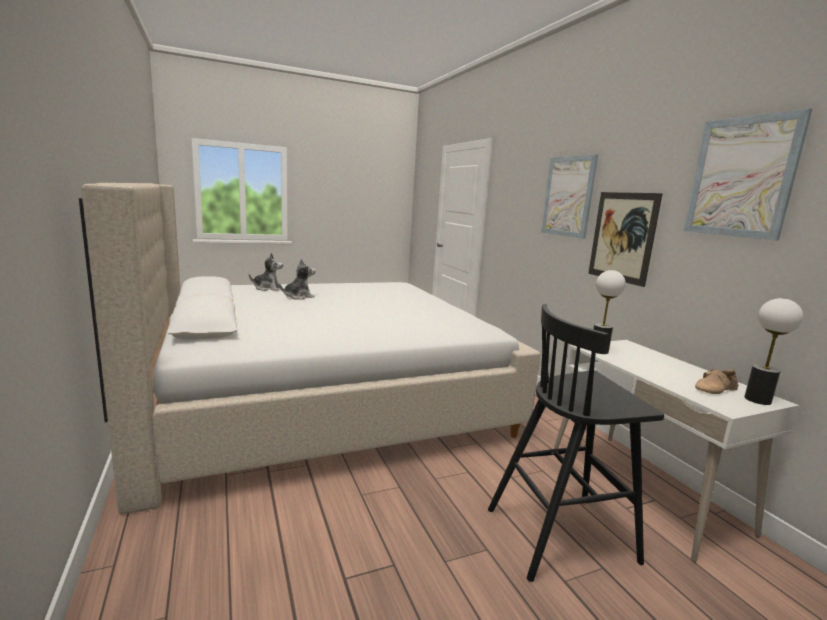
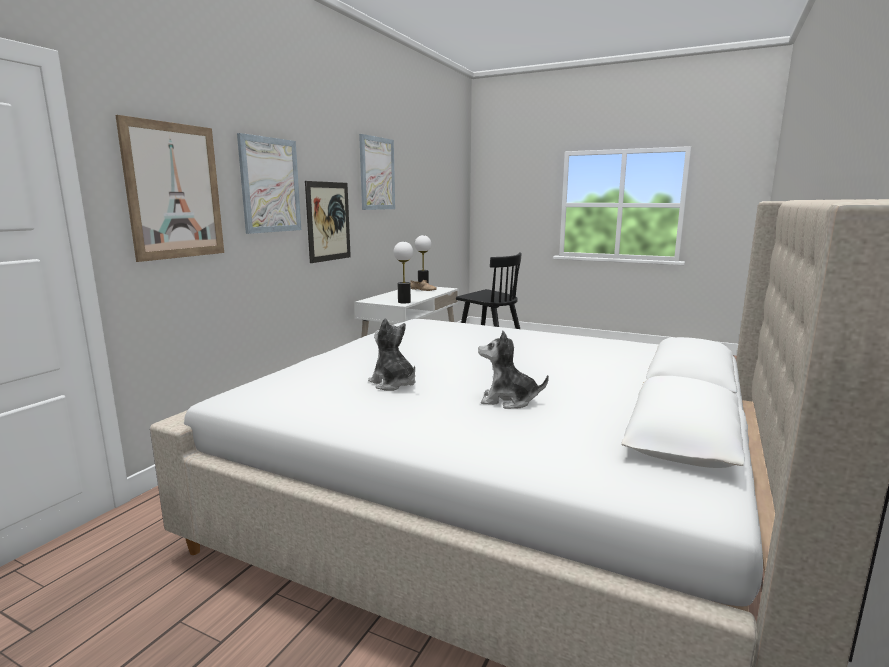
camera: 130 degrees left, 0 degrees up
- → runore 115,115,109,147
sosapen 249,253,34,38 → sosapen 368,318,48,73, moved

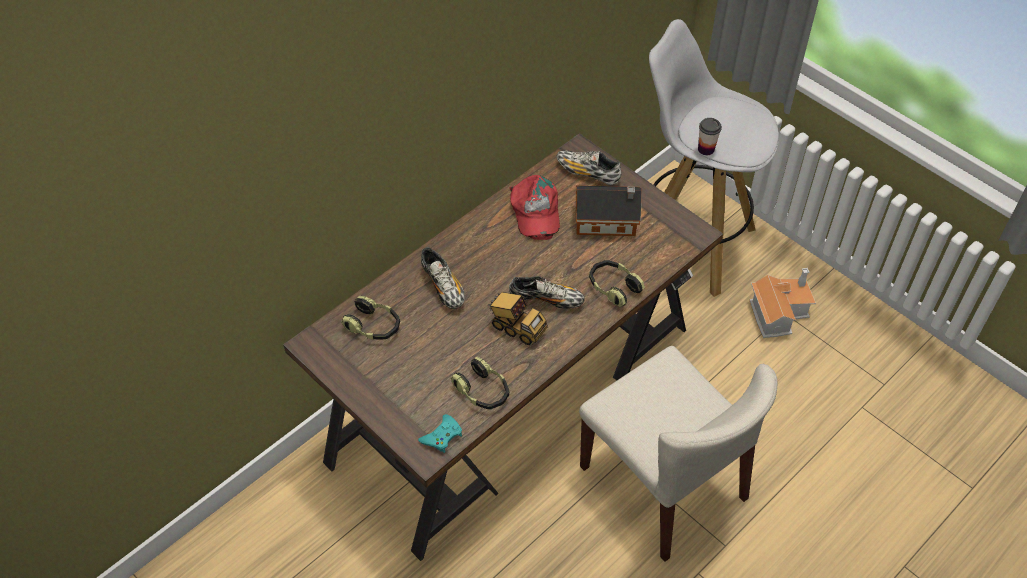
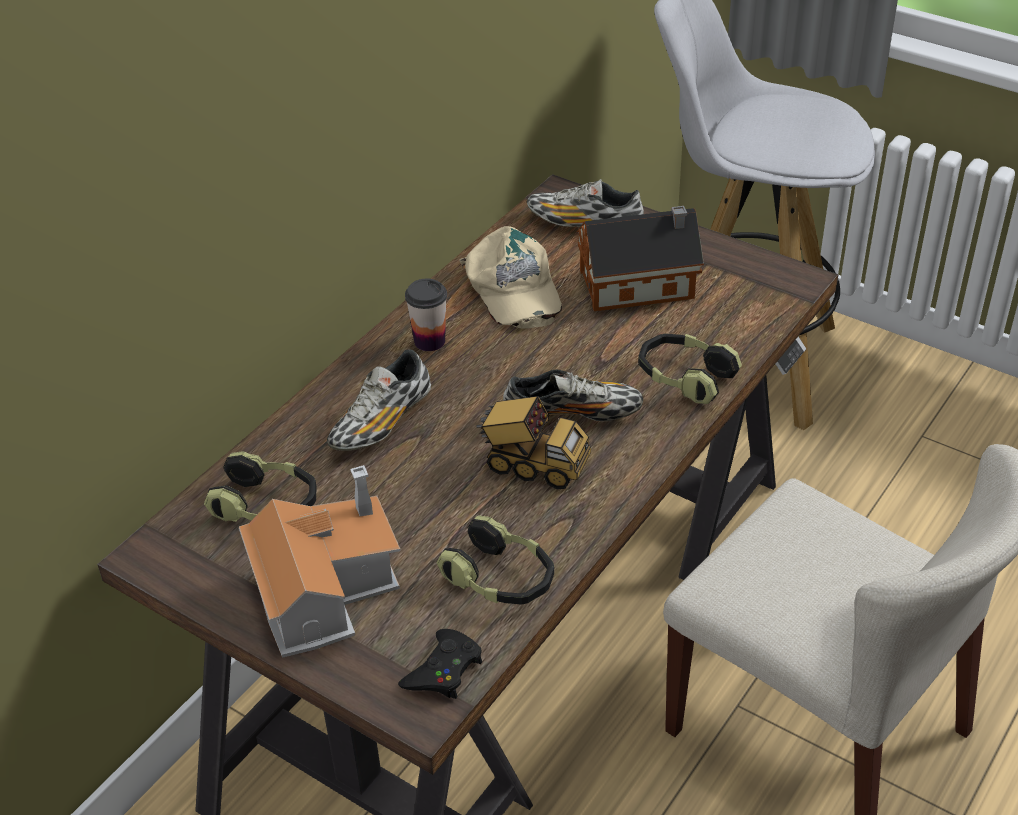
camera: 10 degrees left, 10 degrees down
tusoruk 698,118,24,37 → tusoruk 405,278,42,73, moved
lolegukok 750,268,66,70 → lolegukok 239,465,161,193, moved
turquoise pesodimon 418,414,44,39 → black pesodimon 398,629,84,70
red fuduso 510,175,50,65 → beige fuduso 459,226,103,103
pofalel 421,247,44,62 → pofalel 327,350,104,101, 75 degrees clockwise

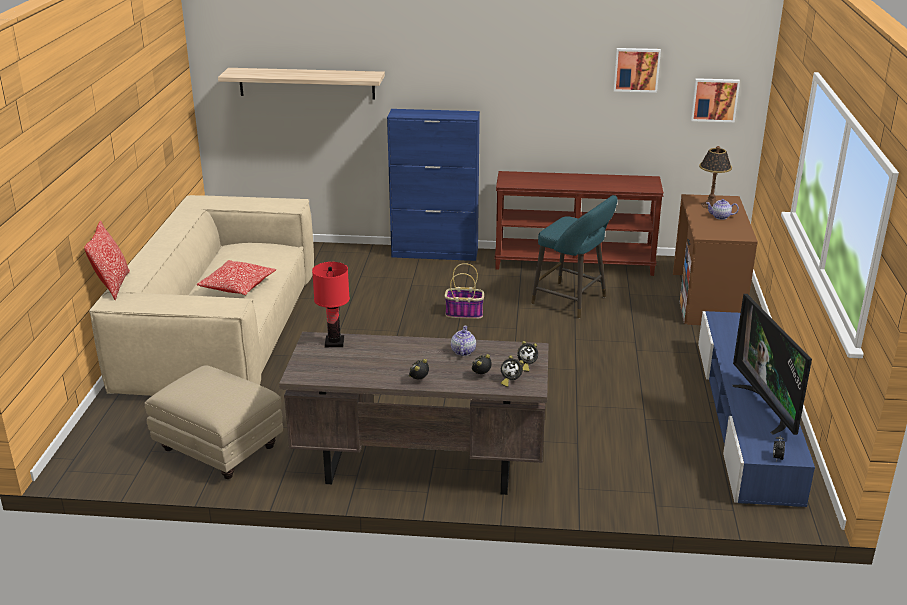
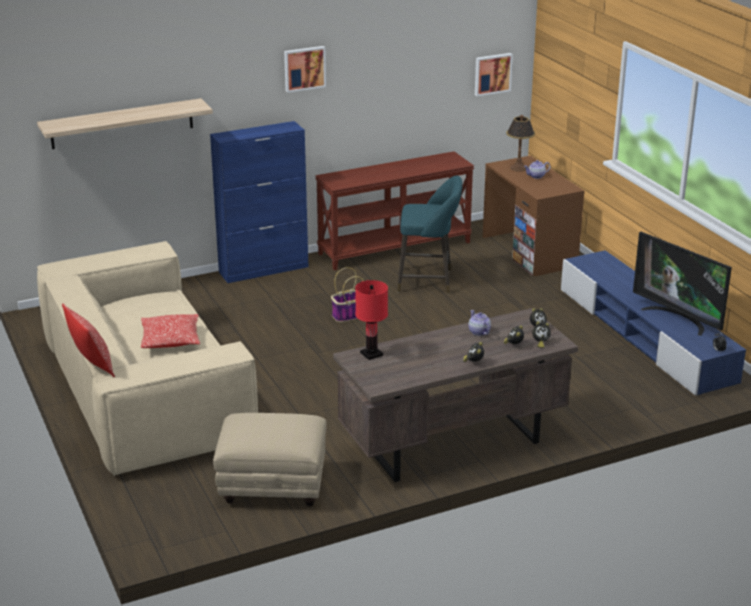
camera: 30 degrees left, 0 degrees up
runore 614,48,47,45 → runore 284,46,42,47, moved

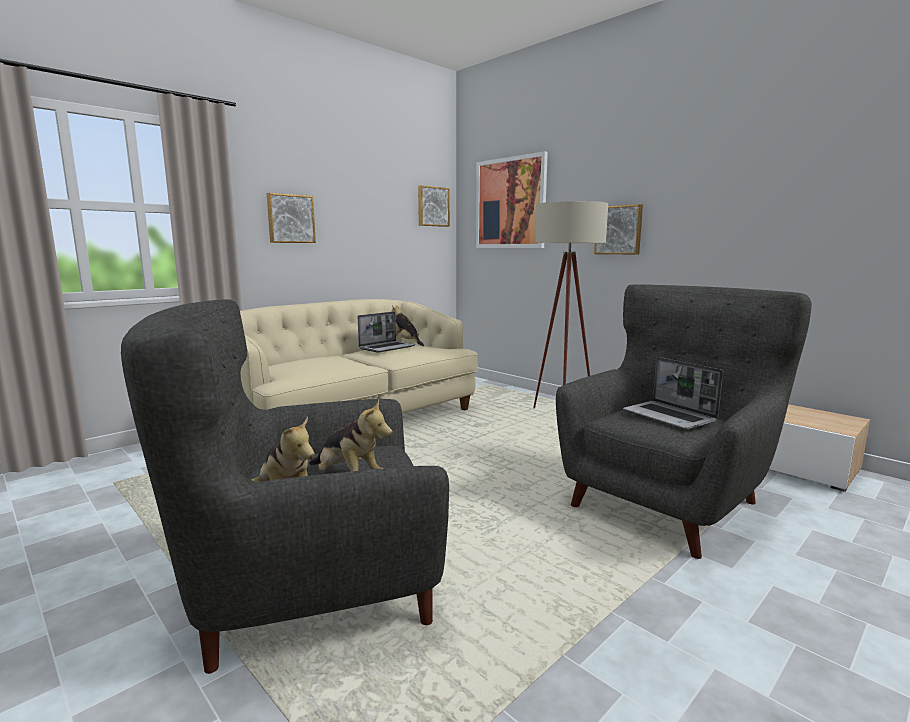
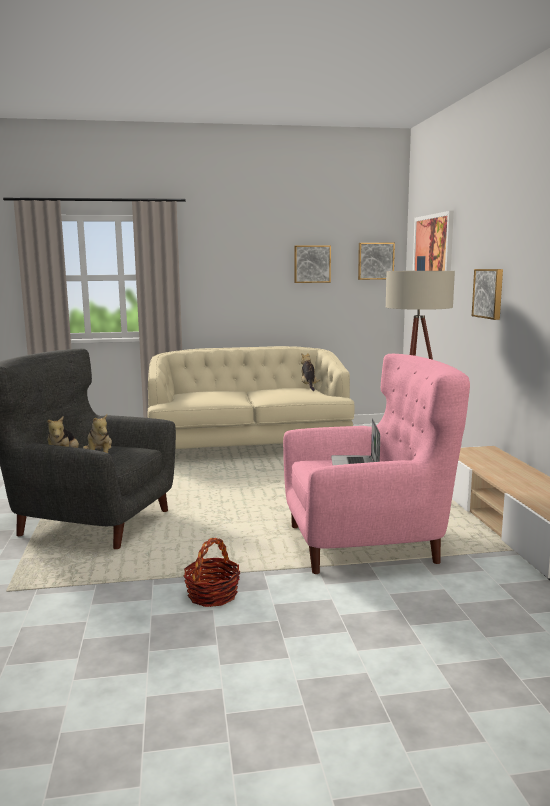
camera: 35 degrees right, 0 degrees up
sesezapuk 358,312,57,41 → -
- → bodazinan 184,538,56,69
runore 267,193,49,50 → runore 294,245,37,38, moved
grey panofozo 556,284,256,275 → pink panofozo 283,354,187,220

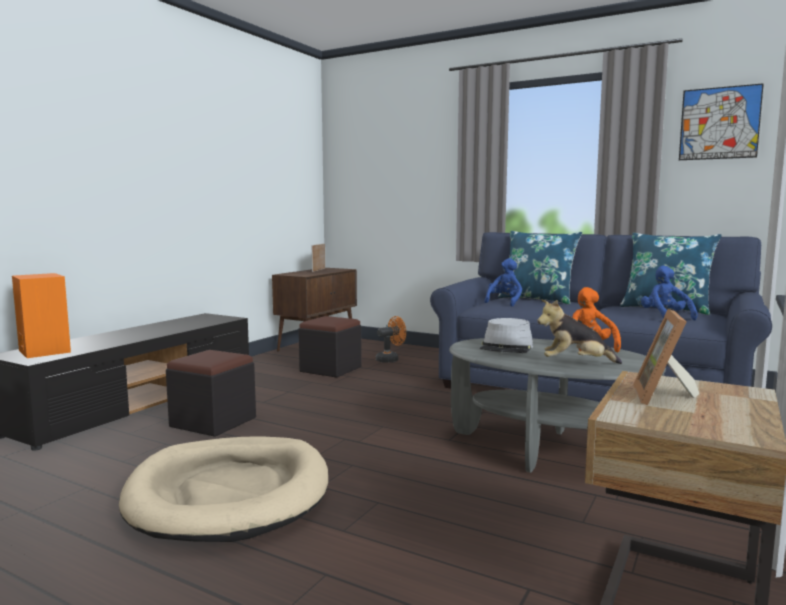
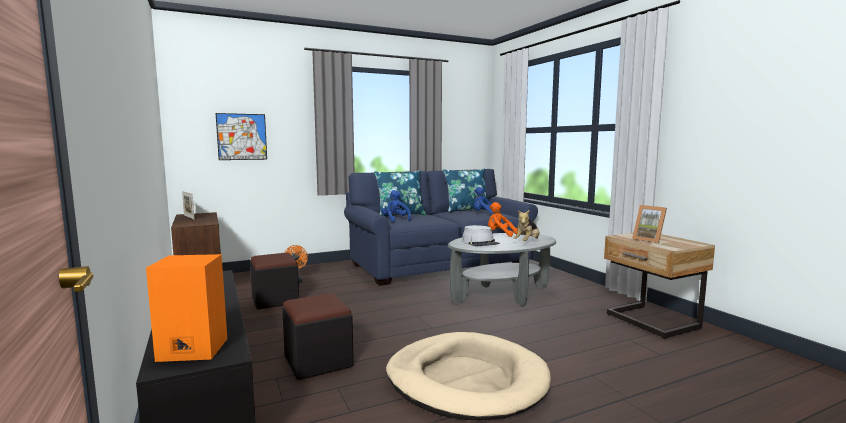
camera: 55 degrees left, 0 degrees up
runore 679,83,85,77 → runore 216,113,51,47, moved

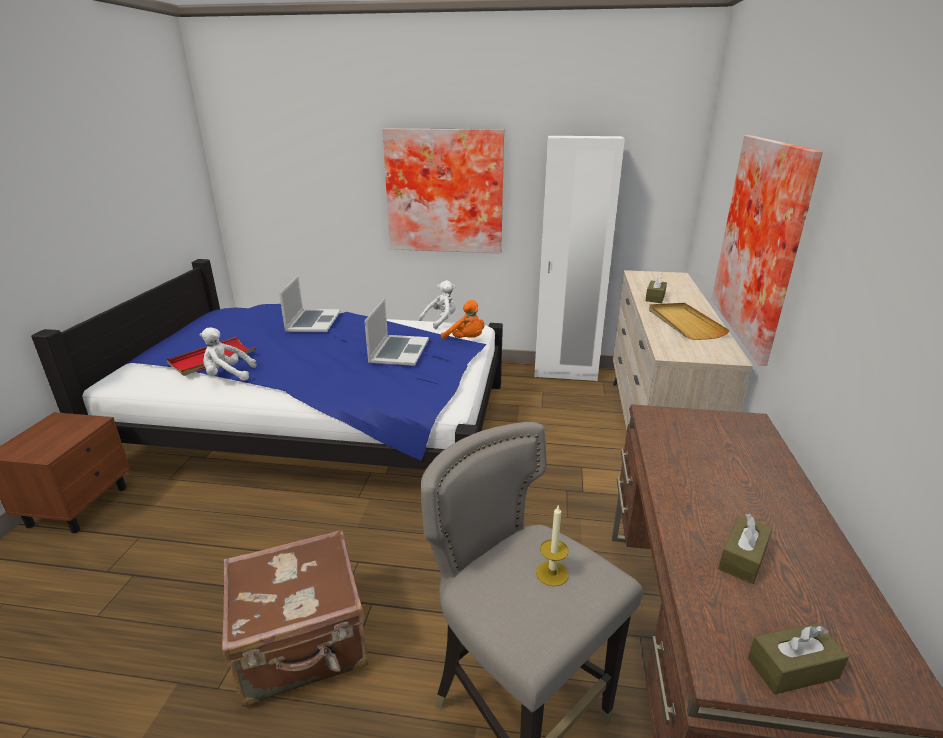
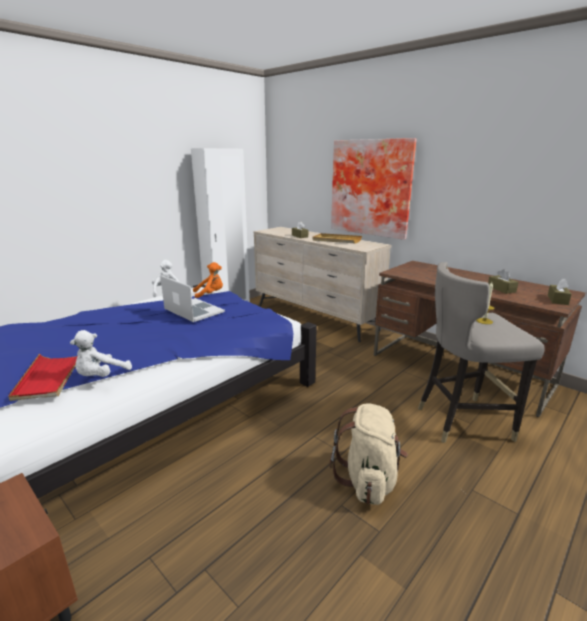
camera: 55 degrees left, 5 degrees down
sesezapuk 279,276,62,56 → -
runore 382,128,122,125 → -
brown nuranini 222,529,146,178 → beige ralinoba 329,404,79,101

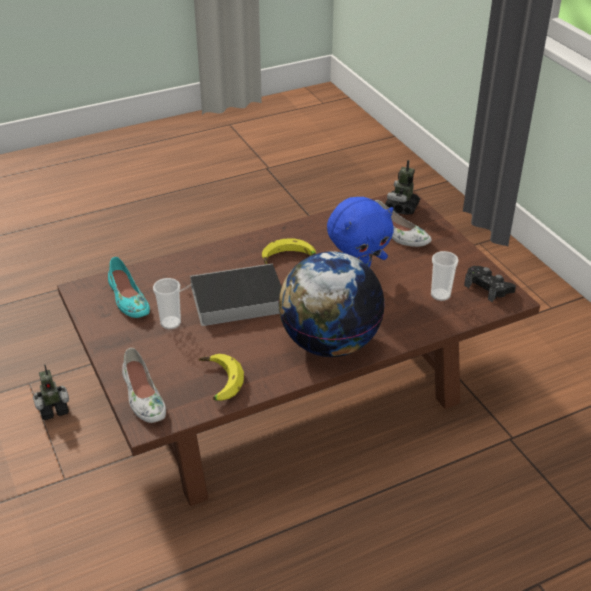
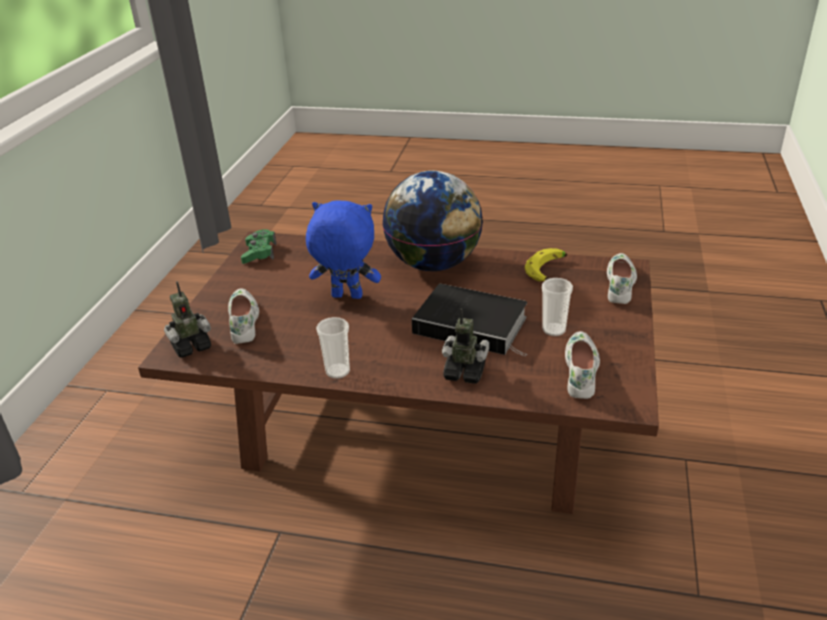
camera: 140 degrees left, 5 degrees down
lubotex 262,238,54,26 → -
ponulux 33,364,36,56 → ponulux 442,308,47,76, moved
tusoruk 431,251,28,50 → tusoruk 316,317,34,62, moved
turquoise pofalel 108,257,42,61 → white pofalel 565,331,35,68
black pesodimon 464,266,52,36 → green pesodimon 241,229,35,35

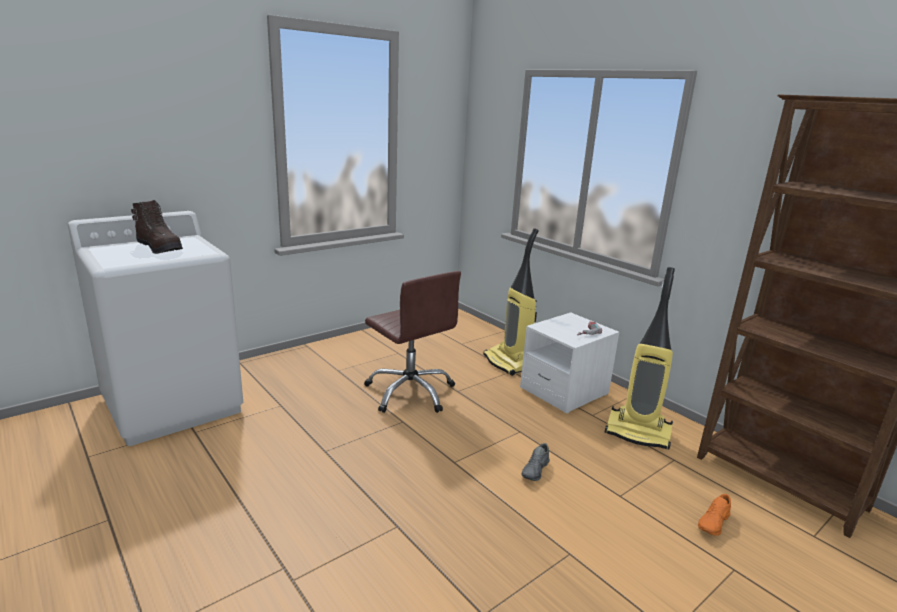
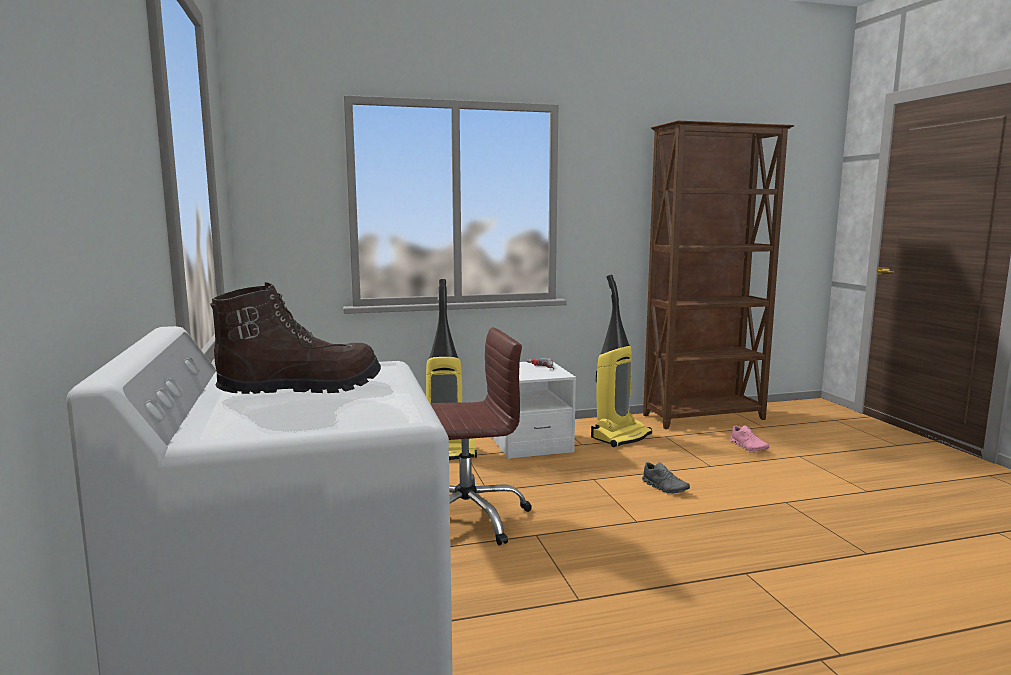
camera: 65 degrees left, 10 degrees down
orange pofalel 698,494,33,42 → pink pofalel 730,425,39,26

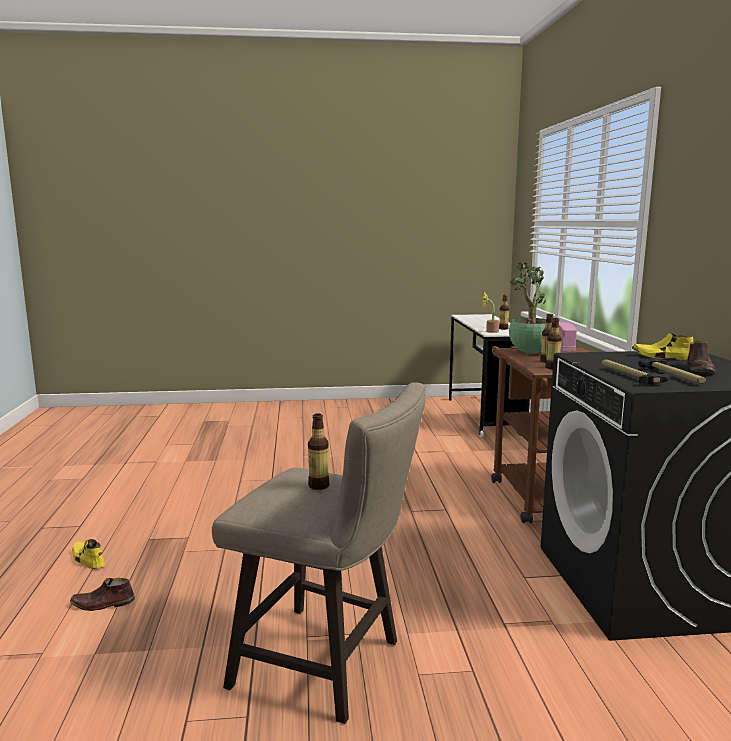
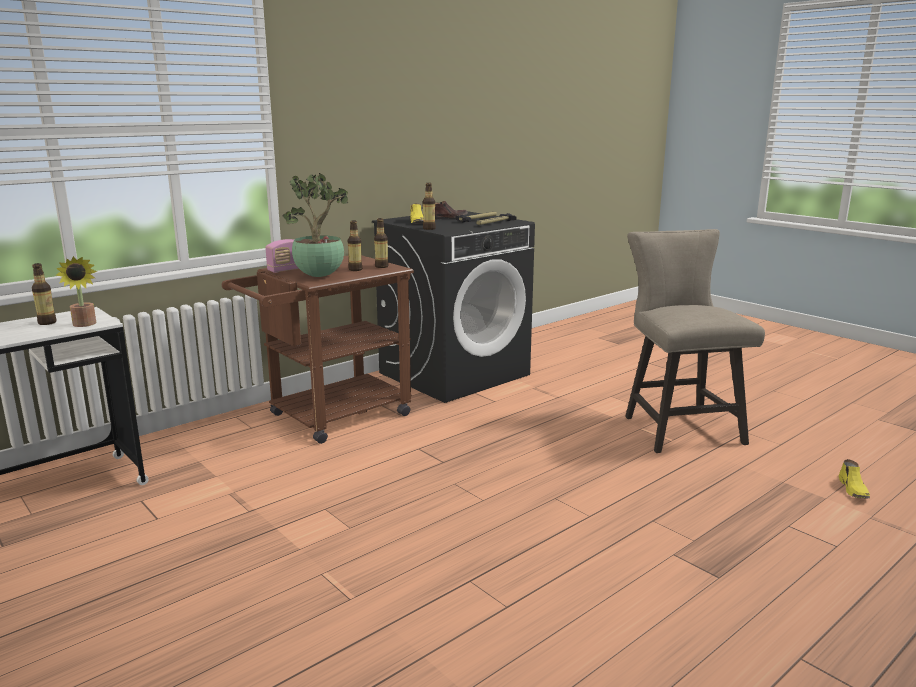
camera: 125 degrees left, 5 degrees up
brown pofalel 70,578,65,33 → -
yellow pofalel 72,539,33,30 → yellow pofalel 839,459,31,39, moved
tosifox 308,413,21,77 → tosifox 423,183,13,47, moved

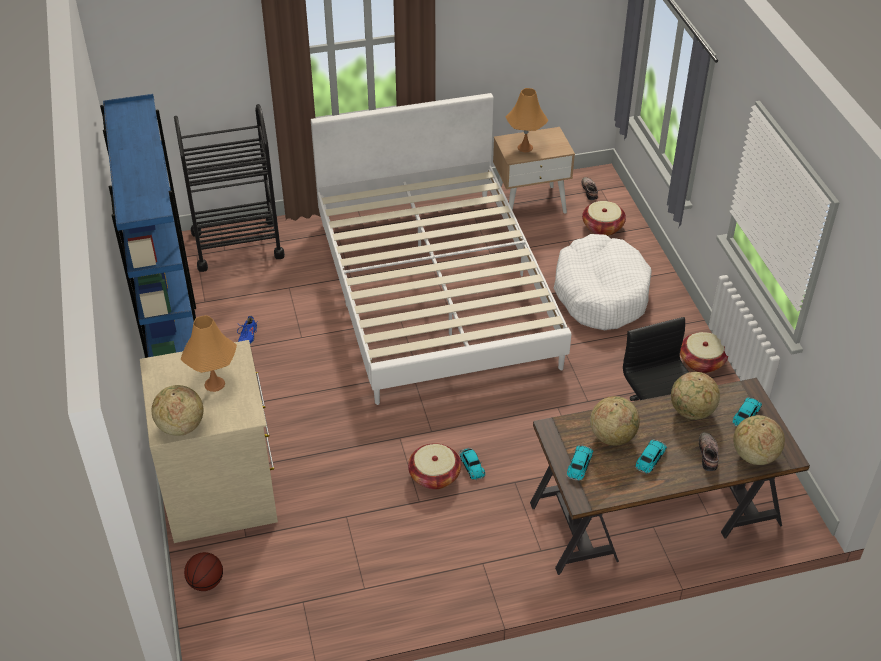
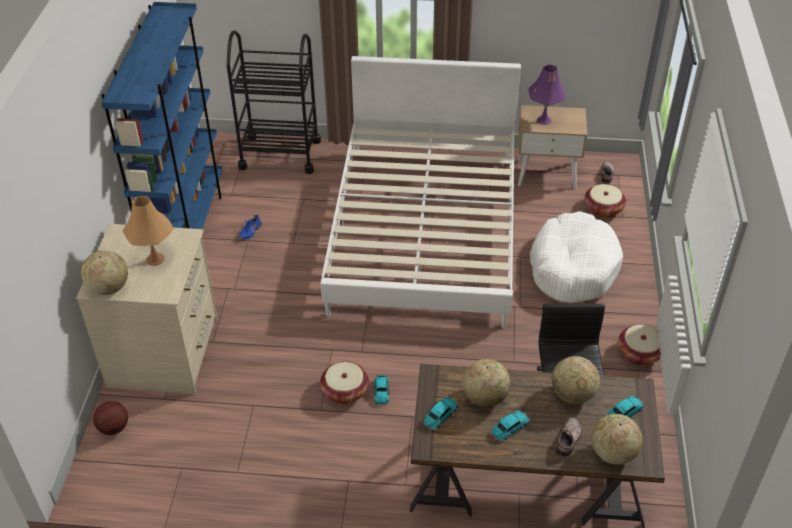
camera: 20 degrees right, 0 degrees up
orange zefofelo 506,88,43,64 → purple zefofelo 529,64,37,61

